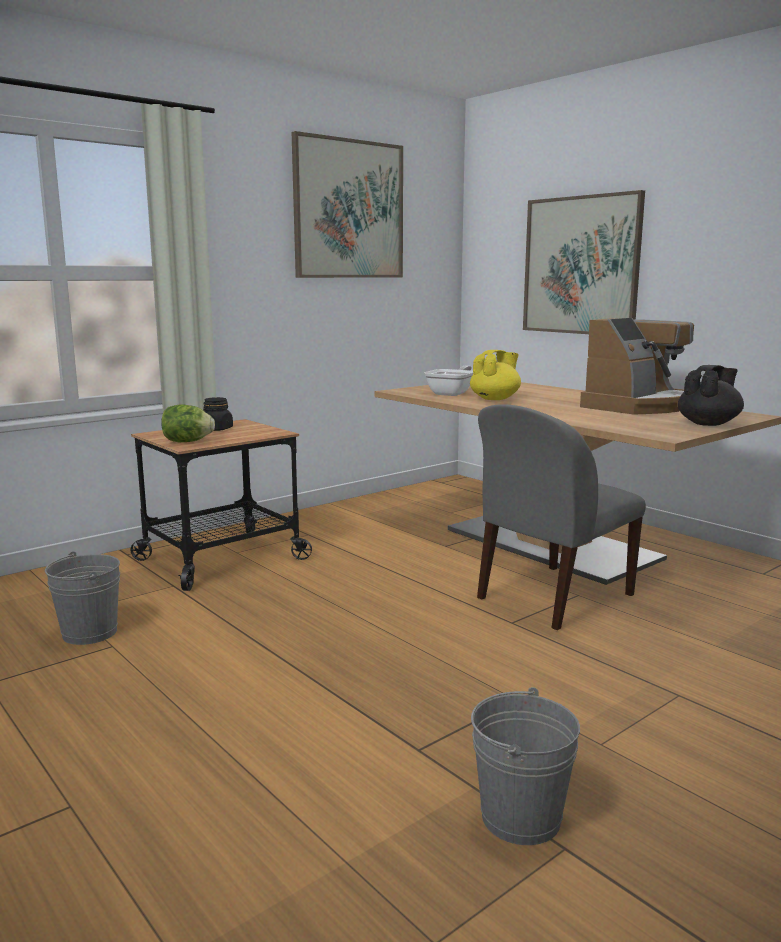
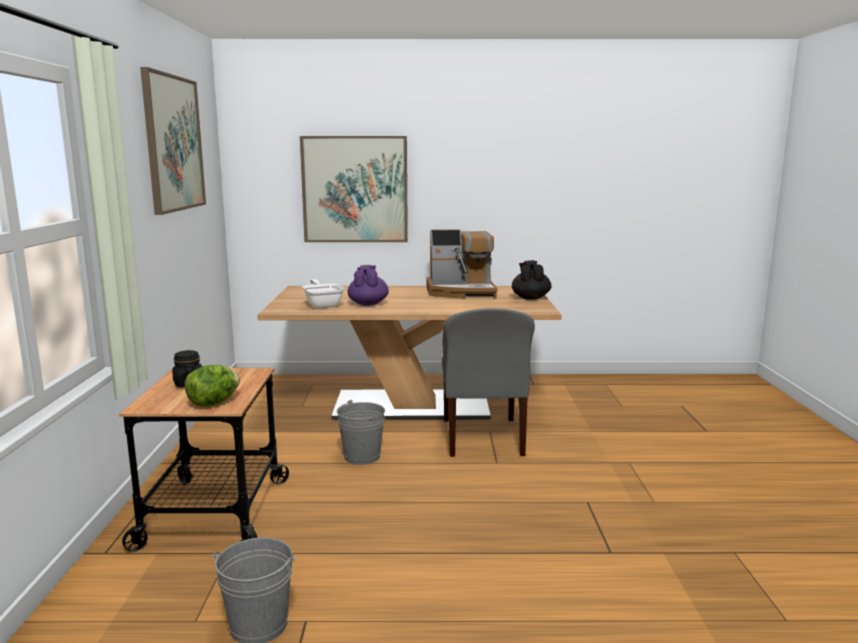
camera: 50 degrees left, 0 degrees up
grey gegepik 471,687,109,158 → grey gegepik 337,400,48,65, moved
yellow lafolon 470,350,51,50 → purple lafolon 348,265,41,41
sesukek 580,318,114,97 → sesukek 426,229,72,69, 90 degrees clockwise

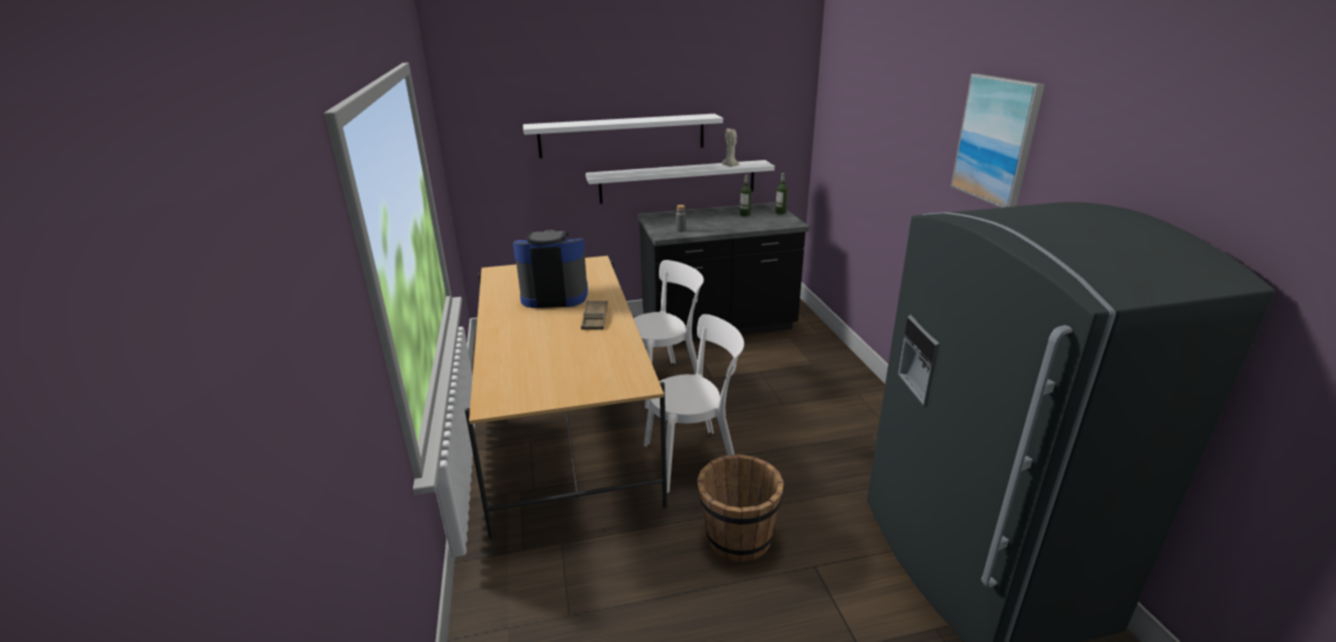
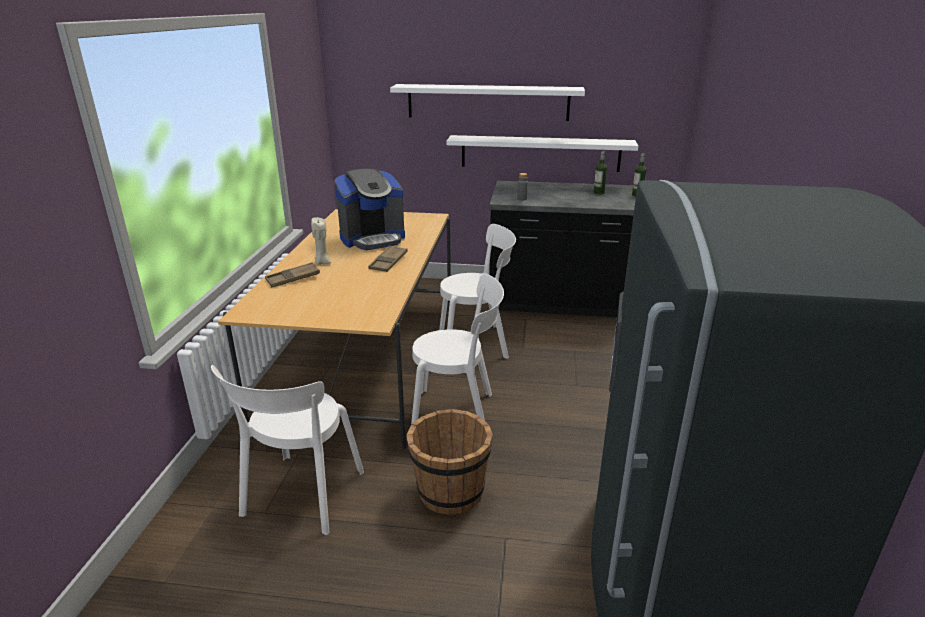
camera: 20 degrees right, 0 degrees up
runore 951,74,94,134 → -
- → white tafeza 211,365,153,170
- → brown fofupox 265,262,55,25
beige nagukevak 722,128,17,39 → beige nagukevak 311,217,20,48, moved
sesukek 513,230,75,78 → sesukek 334,168,71,82, 135 degrees clockwise

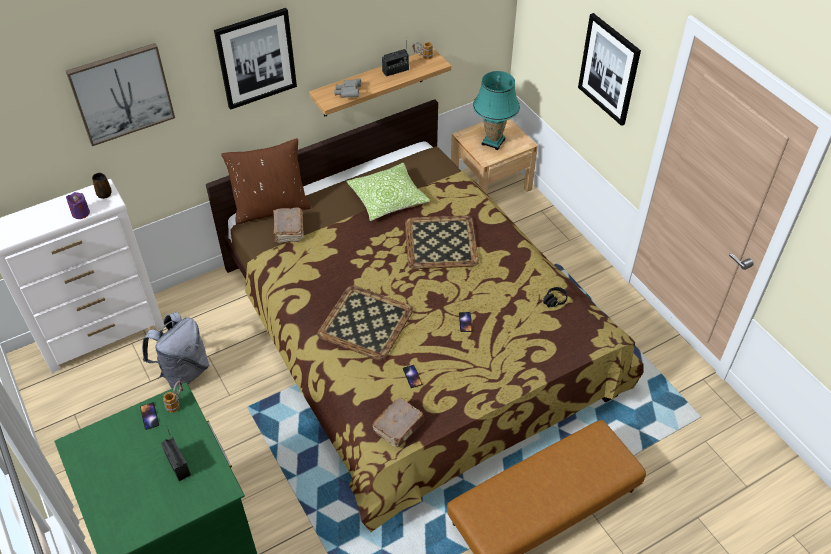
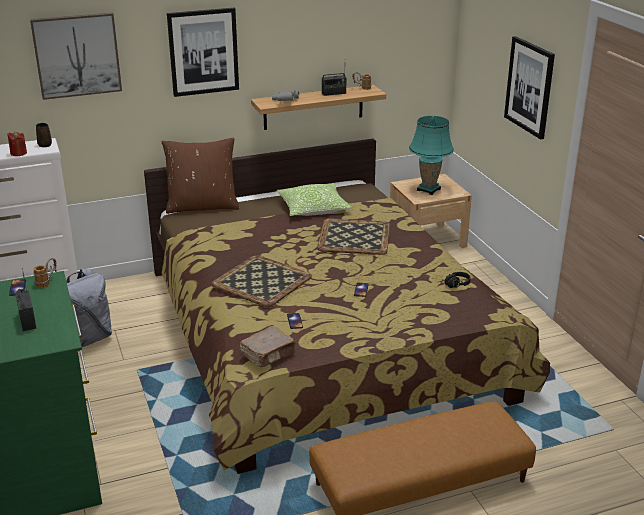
camera: 10 degrees right, 20 degrees down
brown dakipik 273,208,31,35 → -
purple nagukevak 66,192,24,27 → red nagukevak 7,131,20,25

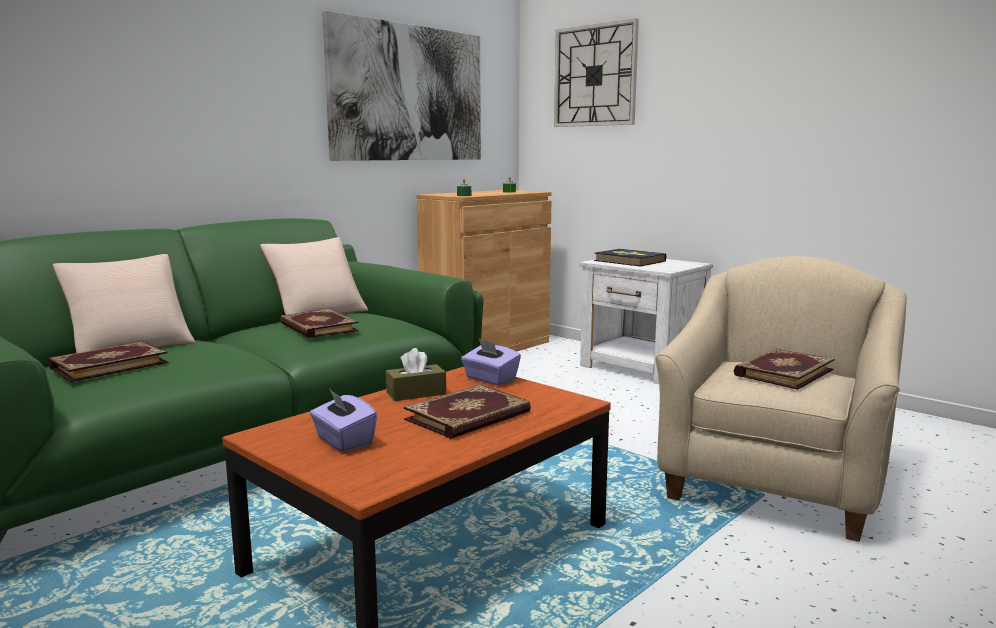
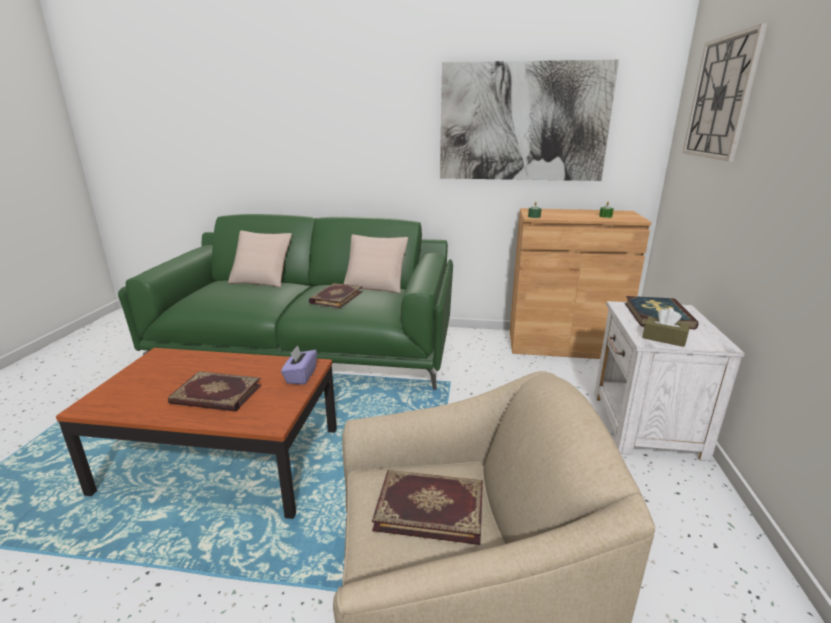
camera: 55 degrees right, 10 degrees up
dakipik 48,342,120,40 → -
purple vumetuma 310,390,67,62 → -
brown vumetuma 386,348,60,53 → brown vumetuma 642,308,48,39, moved

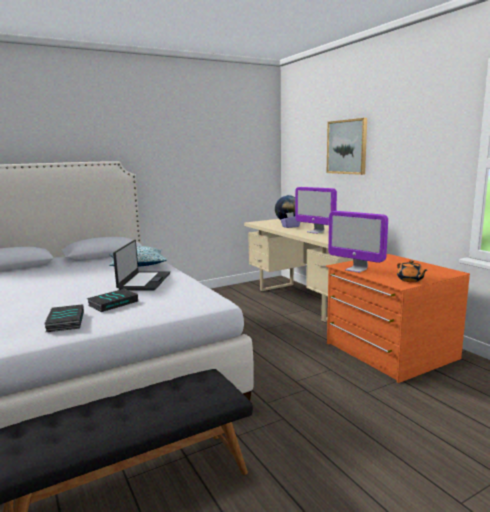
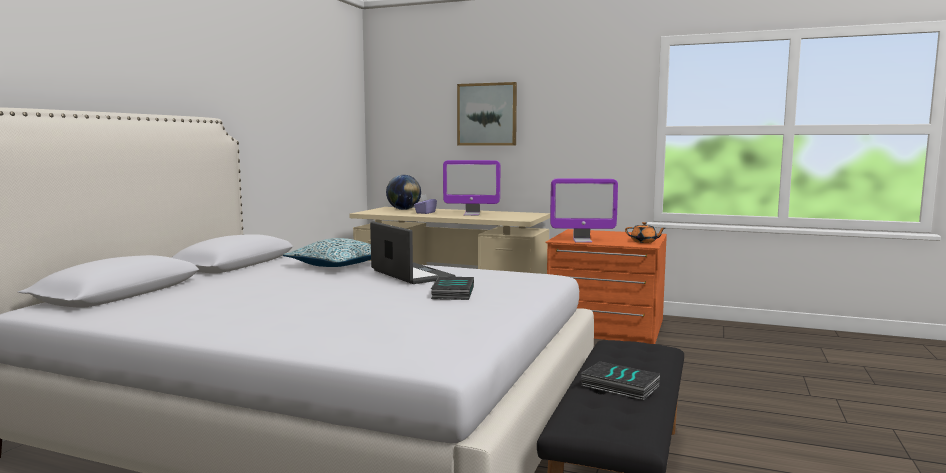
camera: 40 degrees left, 5 degrees down
dakipik 44,304,40,28 → dakipik 580,361,80,39, moved

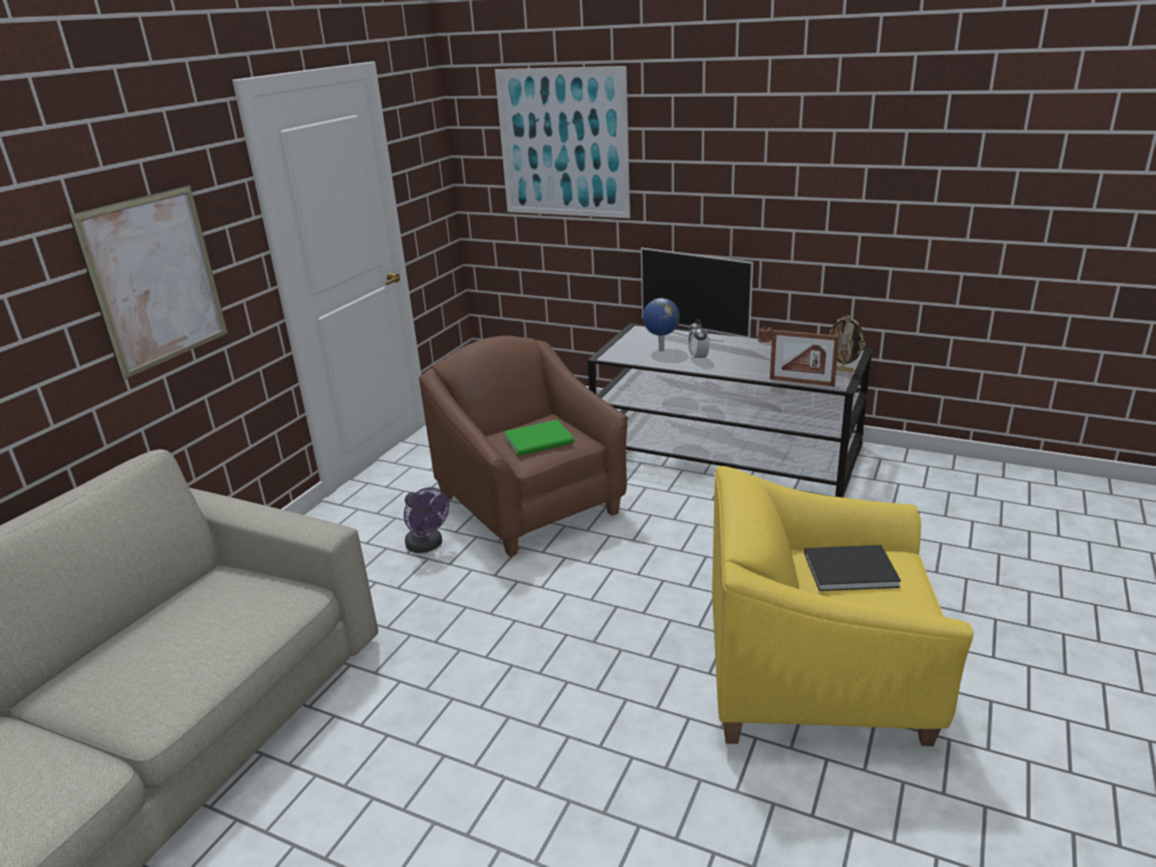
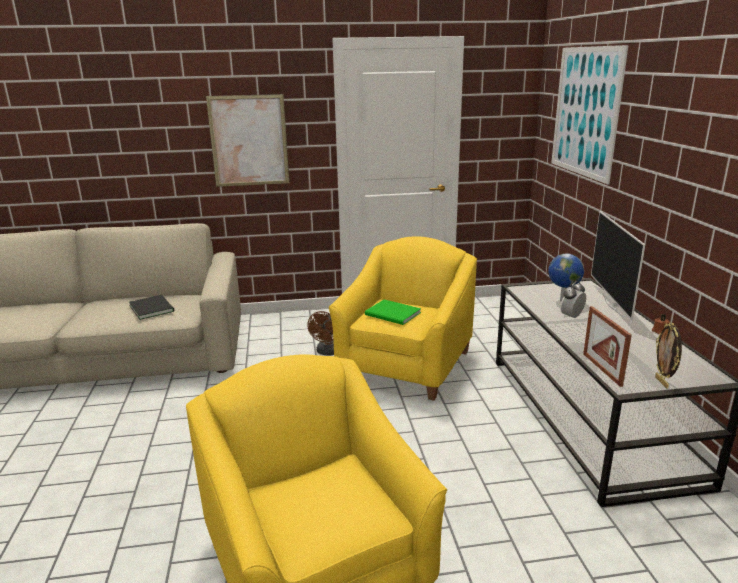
camera: 55 degrees right, 5 degrees down
black dakipik 804,545,97,46 → black dakipik 129,295,45,25, moved
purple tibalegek 404,487,45,66 → brown tibalegek 307,311,27,44
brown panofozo 419,336,209,221 → yellow panofozo 329,236,148,165

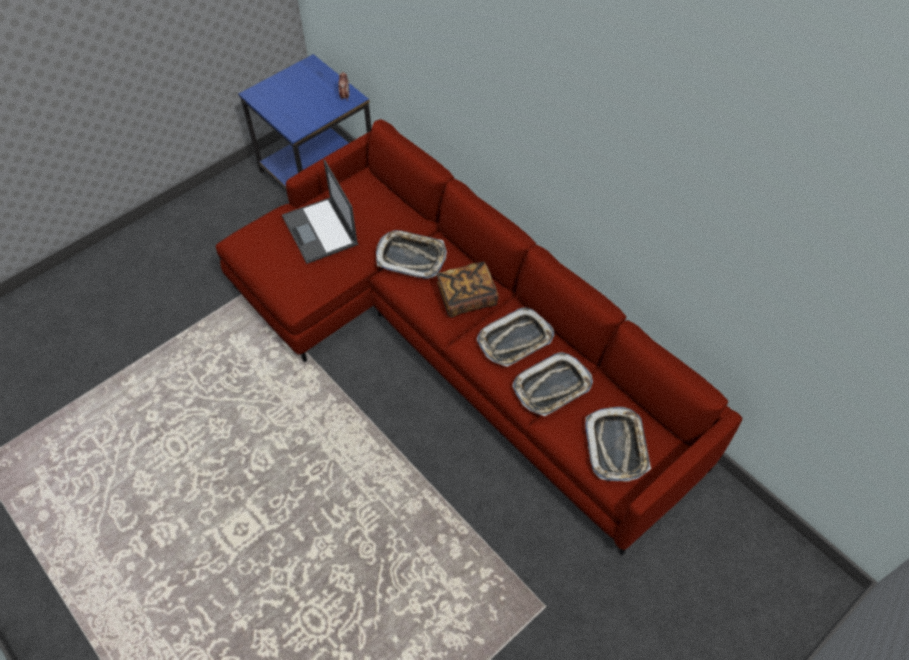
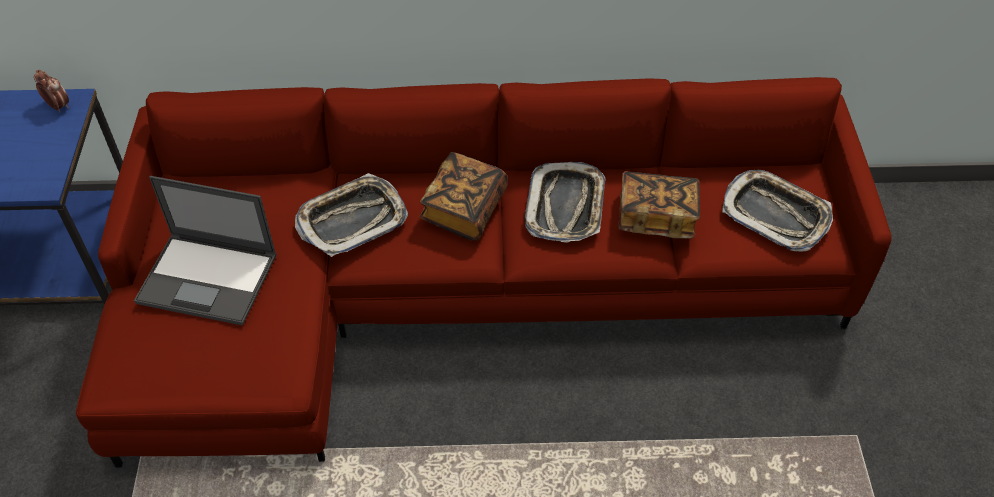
camera: 50 degrees left, 5 degrees down
fofupox 512,352,81,64 → dakipik 618,171,82,68

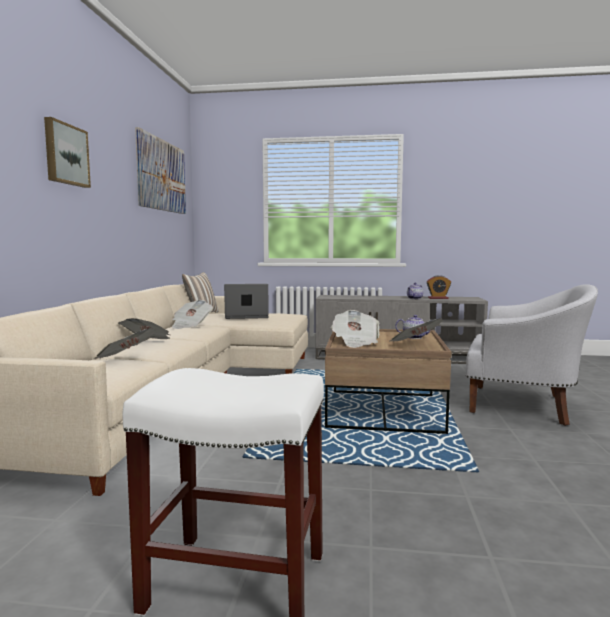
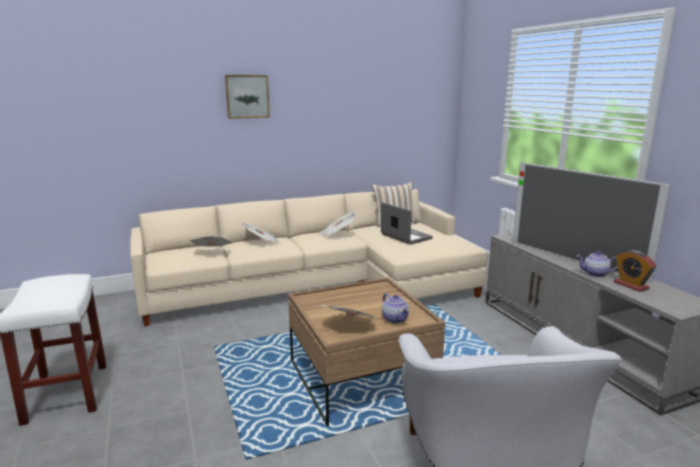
camera: 60 degrees right, 10 degrees up
runore 135,127,51,87 → -
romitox 331,310,49,38 → -
- → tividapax 512,162,158,121

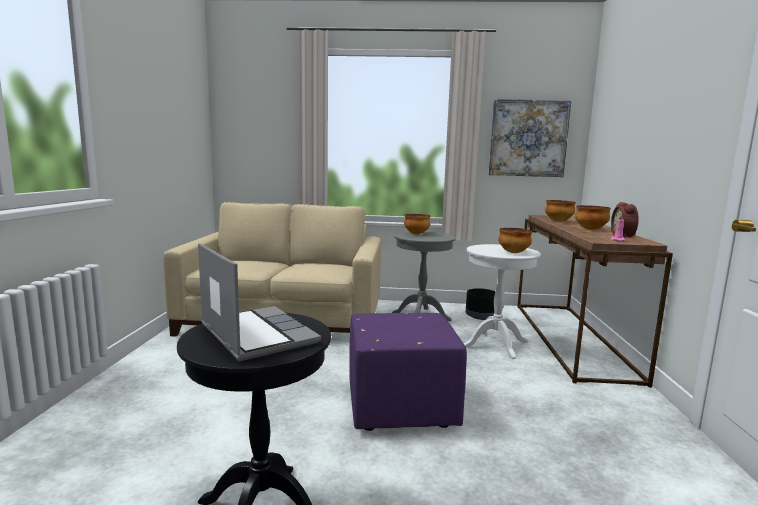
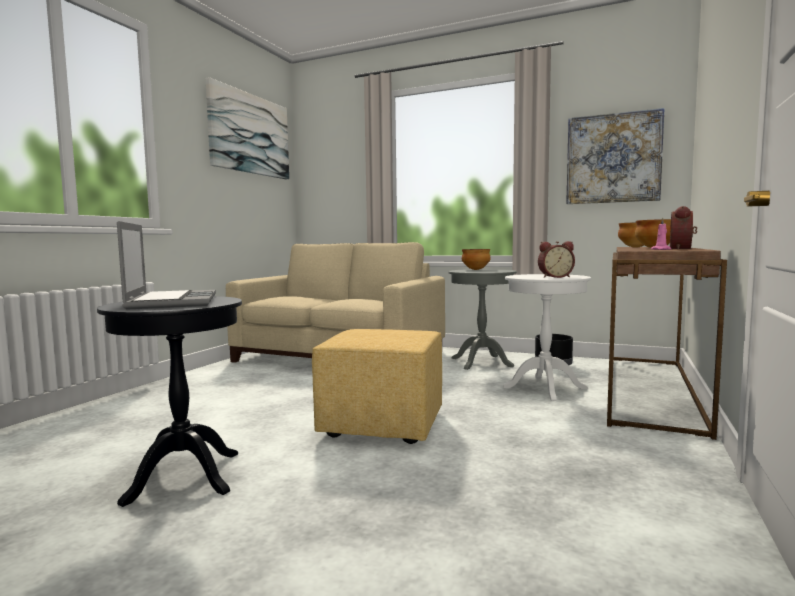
camera: 20 degrees right, 5 degrees down
- → runore 206,77,83,102
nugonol 498,228,34,25 → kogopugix 538,241,37,37
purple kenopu 349,313,118,118 → yellow kenopu 312,329,130,115

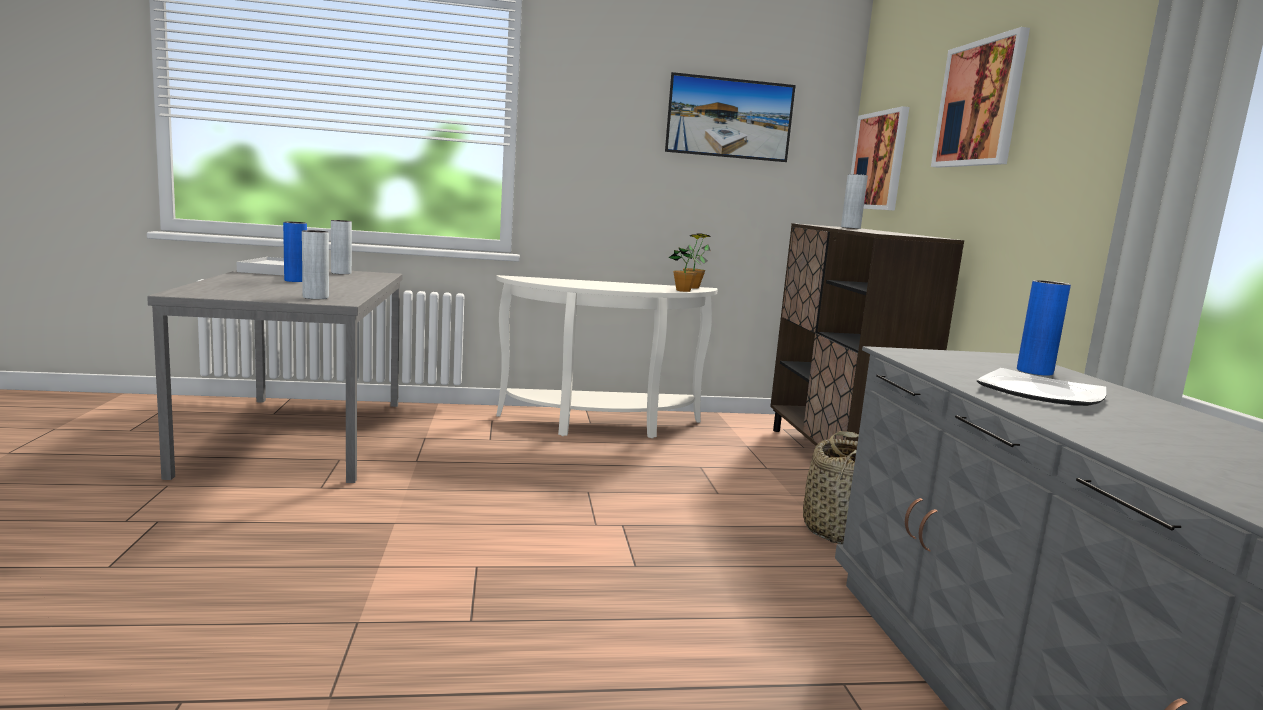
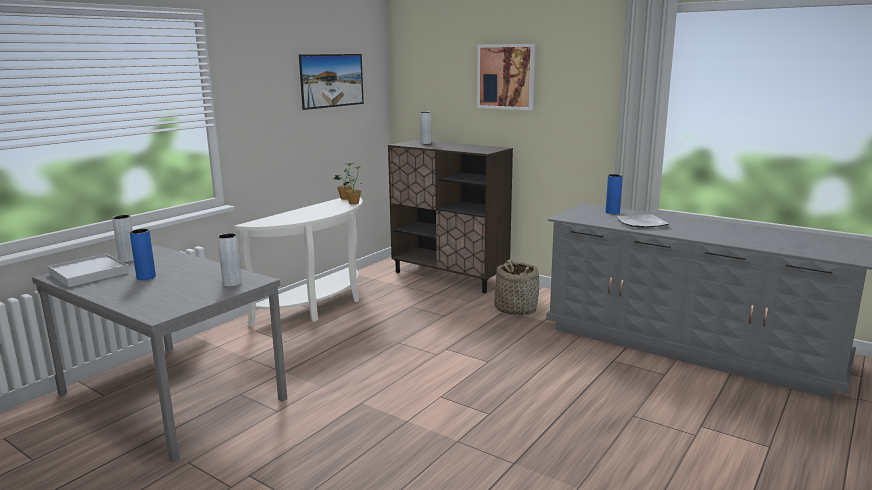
camera: 45 degrees left, 5 degrees up
runore 851,106,59,105 → -

